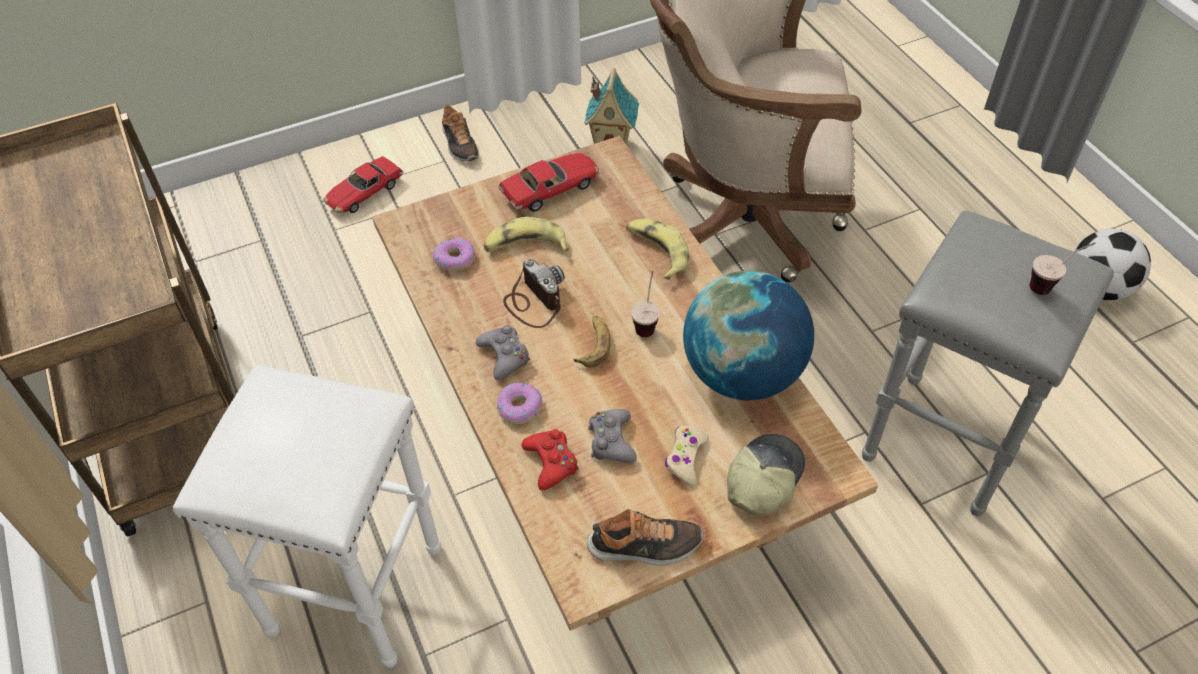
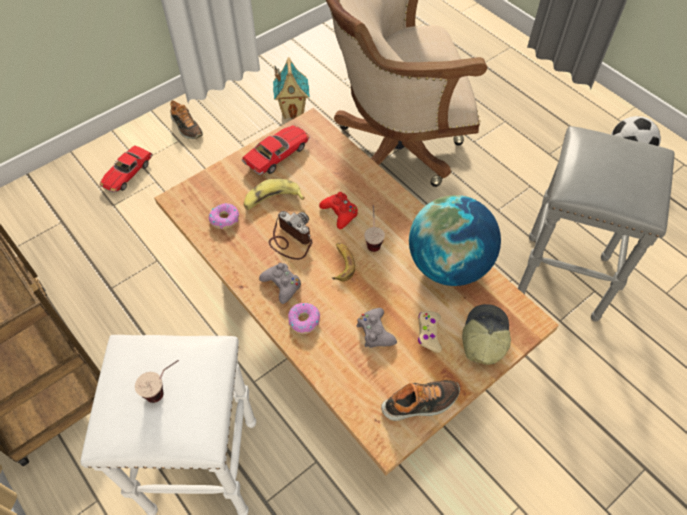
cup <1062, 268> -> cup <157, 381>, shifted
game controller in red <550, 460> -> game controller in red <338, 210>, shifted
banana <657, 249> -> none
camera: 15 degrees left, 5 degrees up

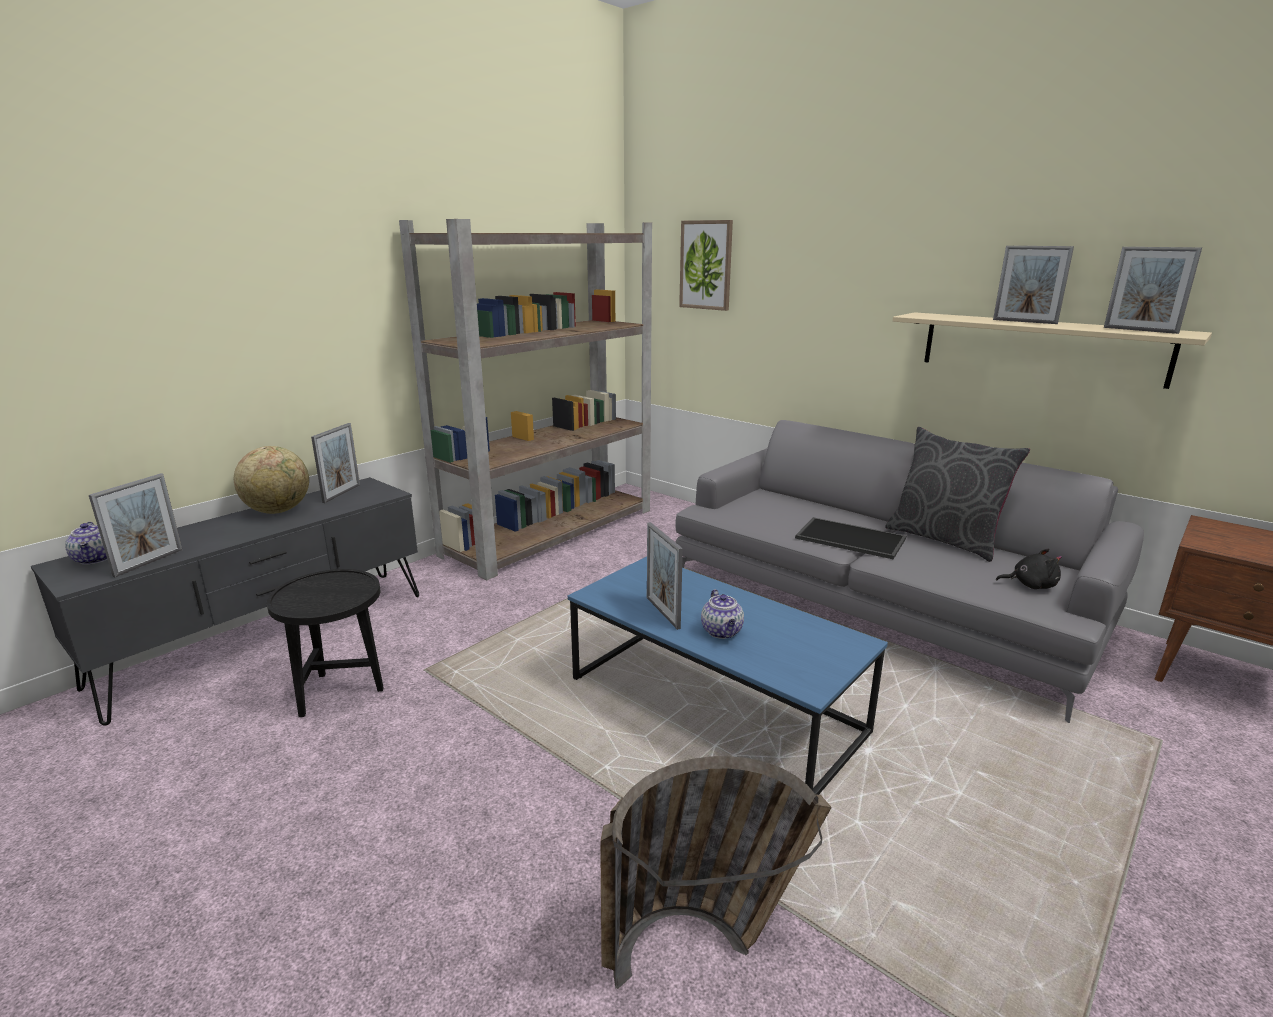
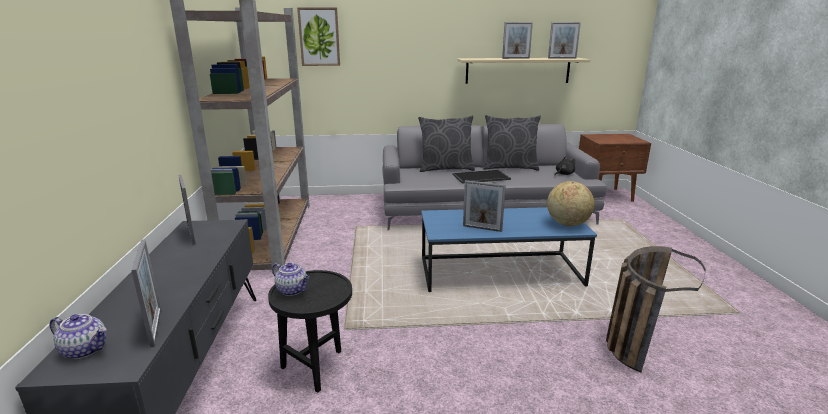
teapot <722, 614> -> teapot <291, 279>, shifted
none -> pillow in grey <446, 144>
globe <271, 480> -> globe <570, 203>, shifted
camera: 45 degrees left, 0 degrees up

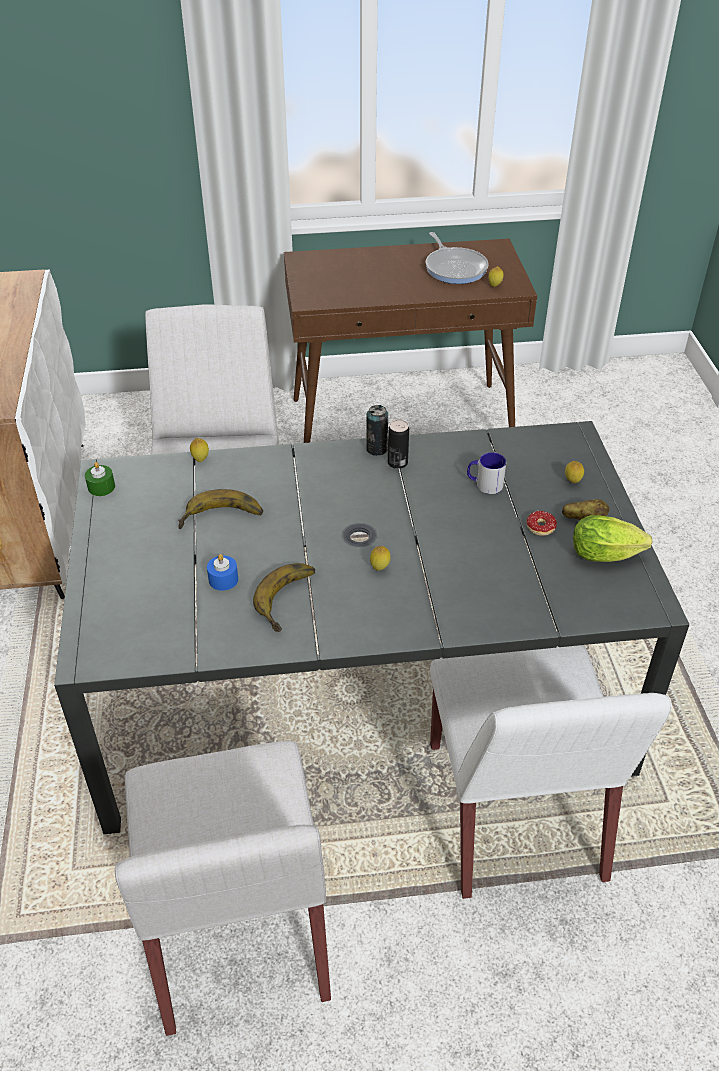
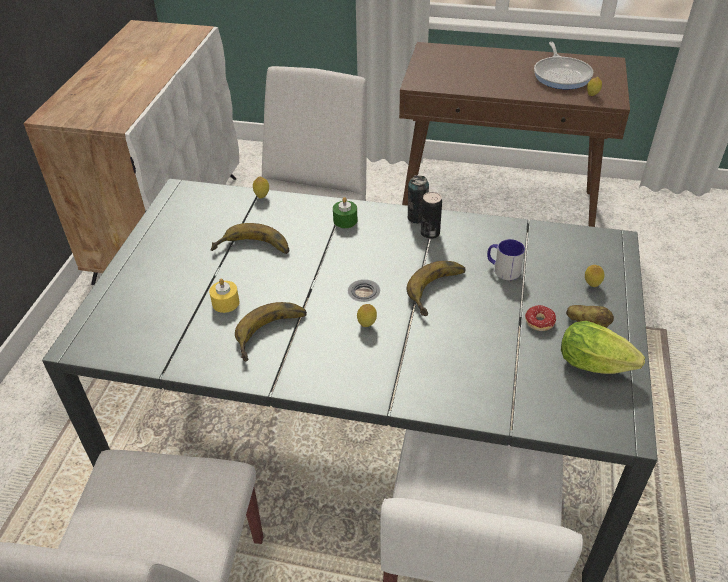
candle in blue <222, 572> -> candle in yellow <224, 296>
candle in green <100, 479> -> candle in green <345, 212>, shifted
none -> banana <436, 288>
camera: 20 degrees right, 0 degrees up

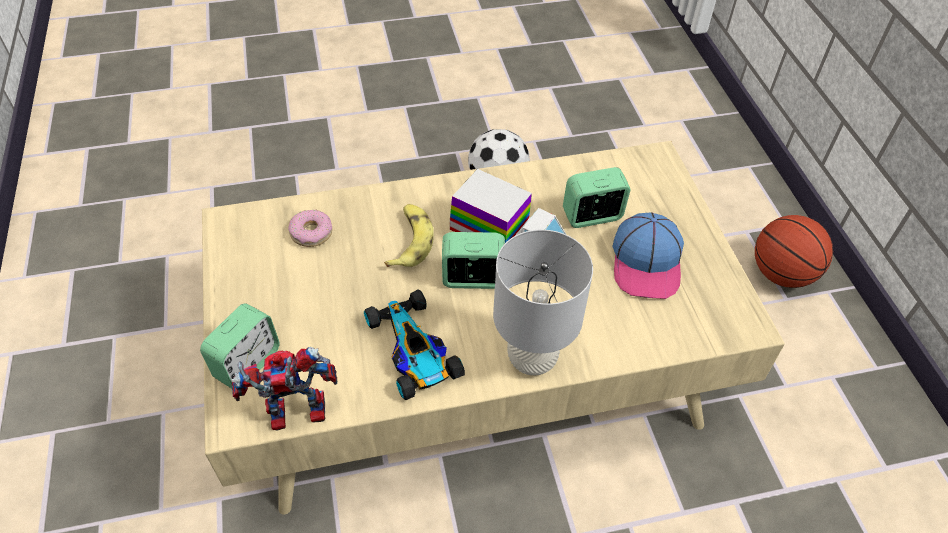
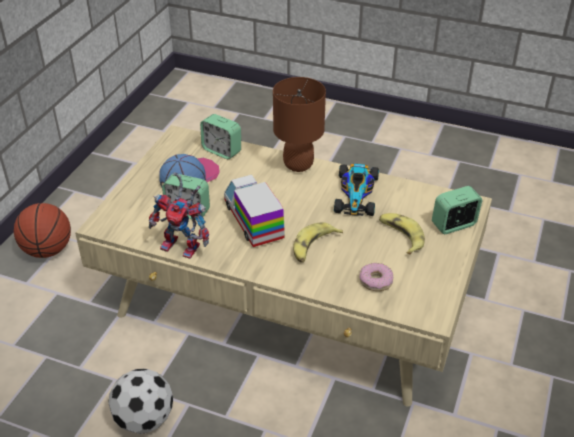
toy robot <284, 388> -> toy robot <179, 215>, shifted
alarm clock <473, 260> -> alarm clock <220, 136>, shifted
table lamp in grey <543, 303> -> table lamp in brown <299, 124>
none -> banana <402, 234>
camera: 145 degrees left, 10 degrees down

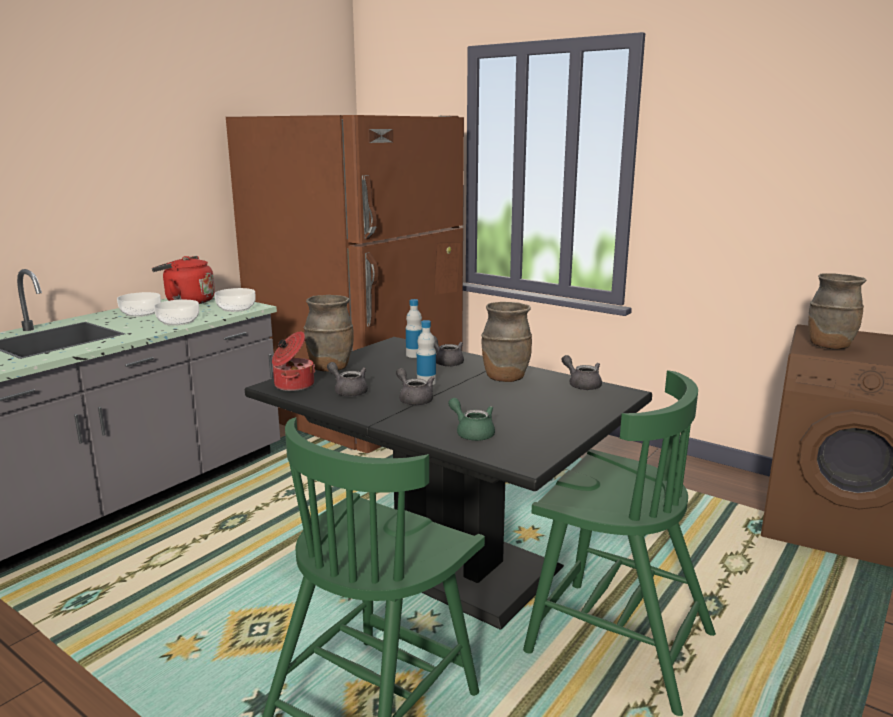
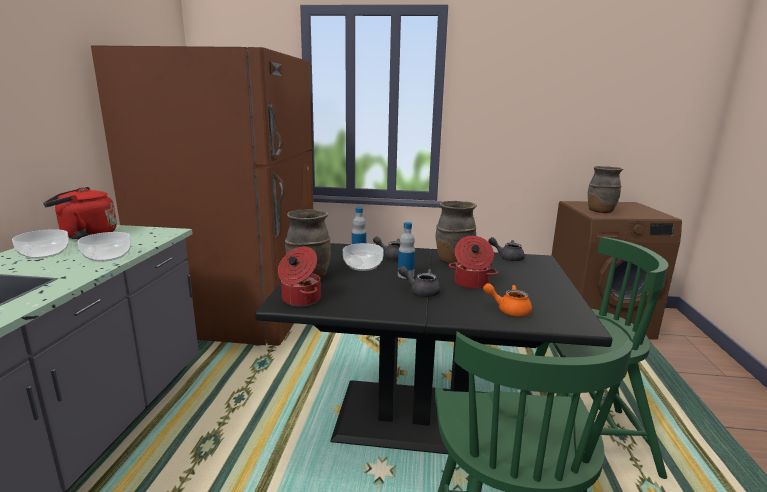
bowl <235, 300> -> bowl <363, 257>, shifted
none -> cooking pot <473, 262>
teapot in green <471, 419> -> teapot in orange <507, 299>
teapot in grey <347, 379> -> none
camera: 30 degrees left, 0 degrees up

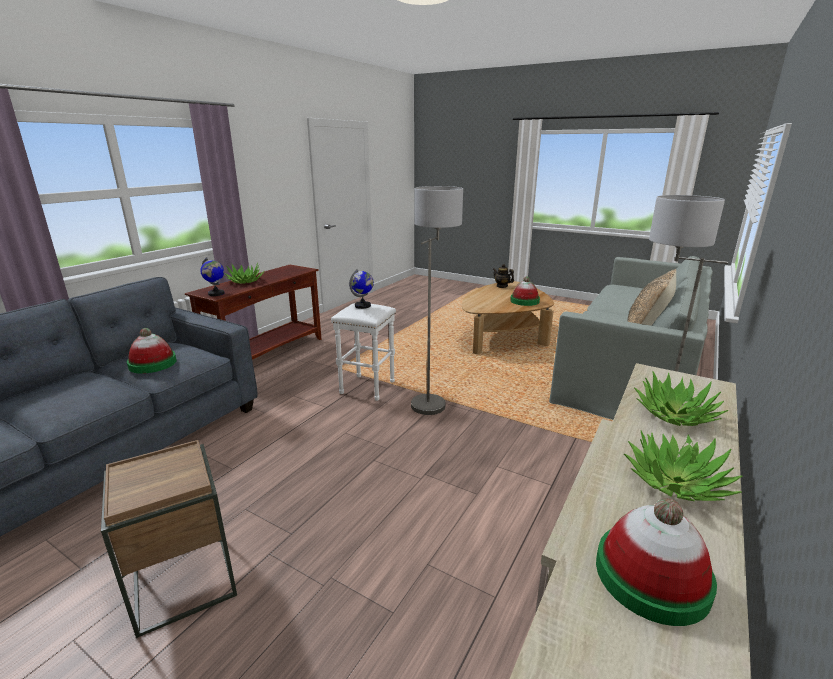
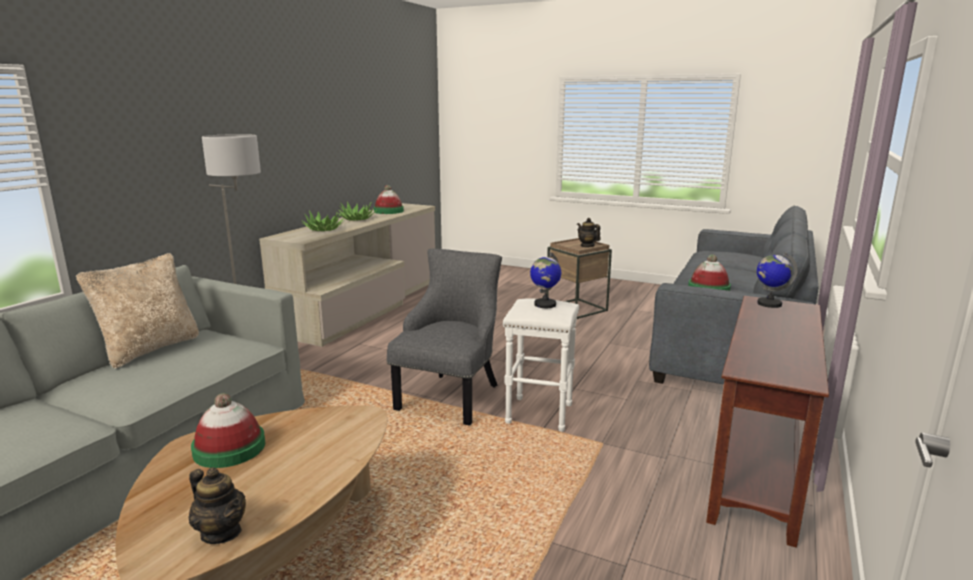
floor lamp in grey <437, 300> -> armchair in grey <444, 337>
none -> teapot <589, 232>
potted plant <244, 273> -> none
camera: 175 degrees right, 5 degrees down

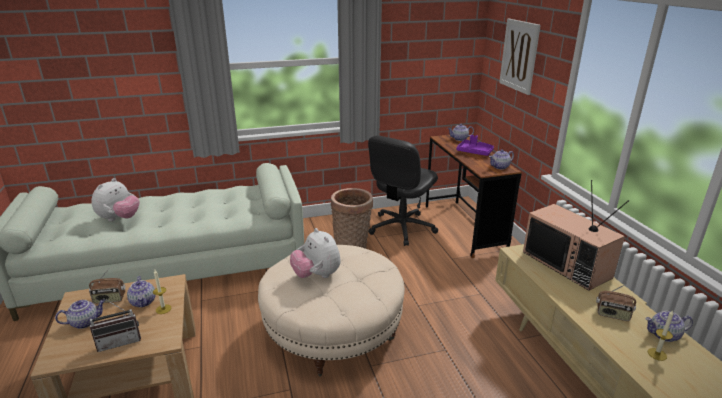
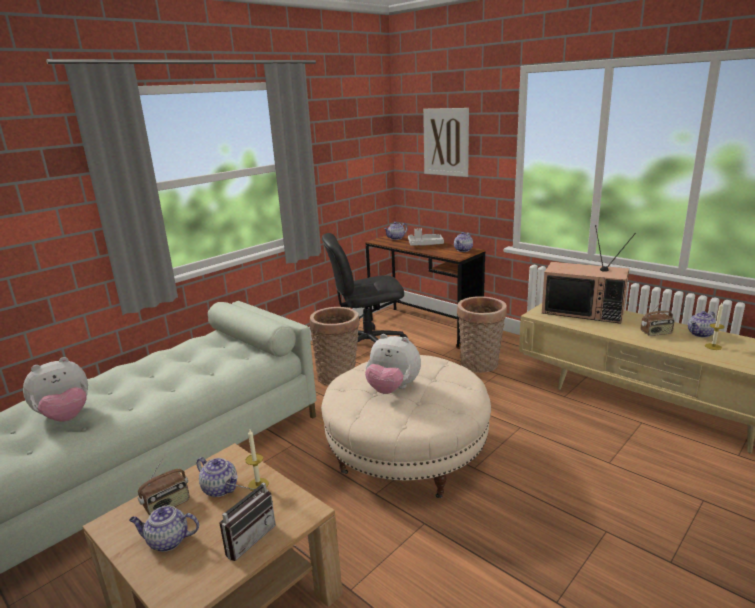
plush toy <115, 199> -> plush toy <55, 389>, 60 degrees clockwise
teapot <80, 314> -> teapot <164, 529>, 120 degrees counterclockwise
office chair in black <403, 191> -> office chair in black <365, 288>, 75 degrees clockwise
tray in purple <475, 145> -> tray in grey <426, 237>
none -> basket <482, 334>
camera: 30 degrees left, 5 degrees down

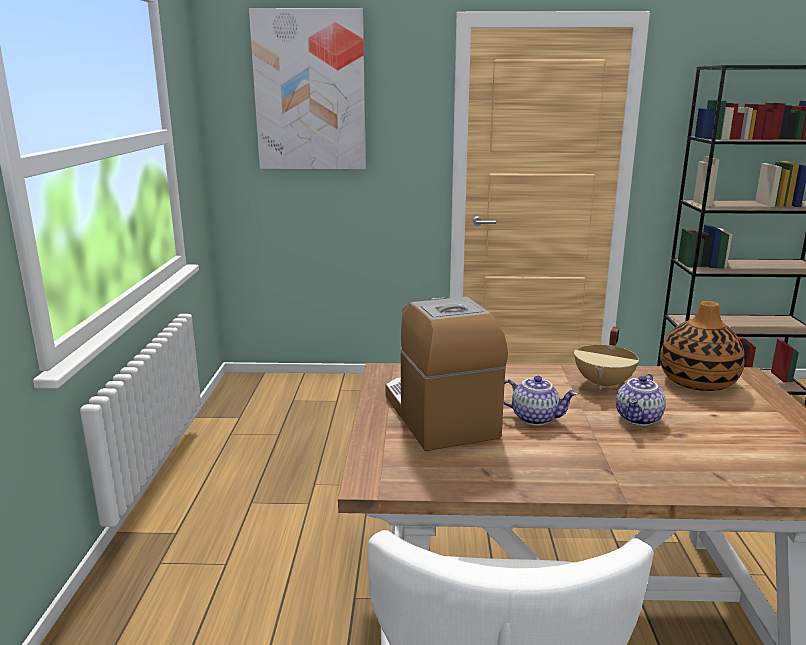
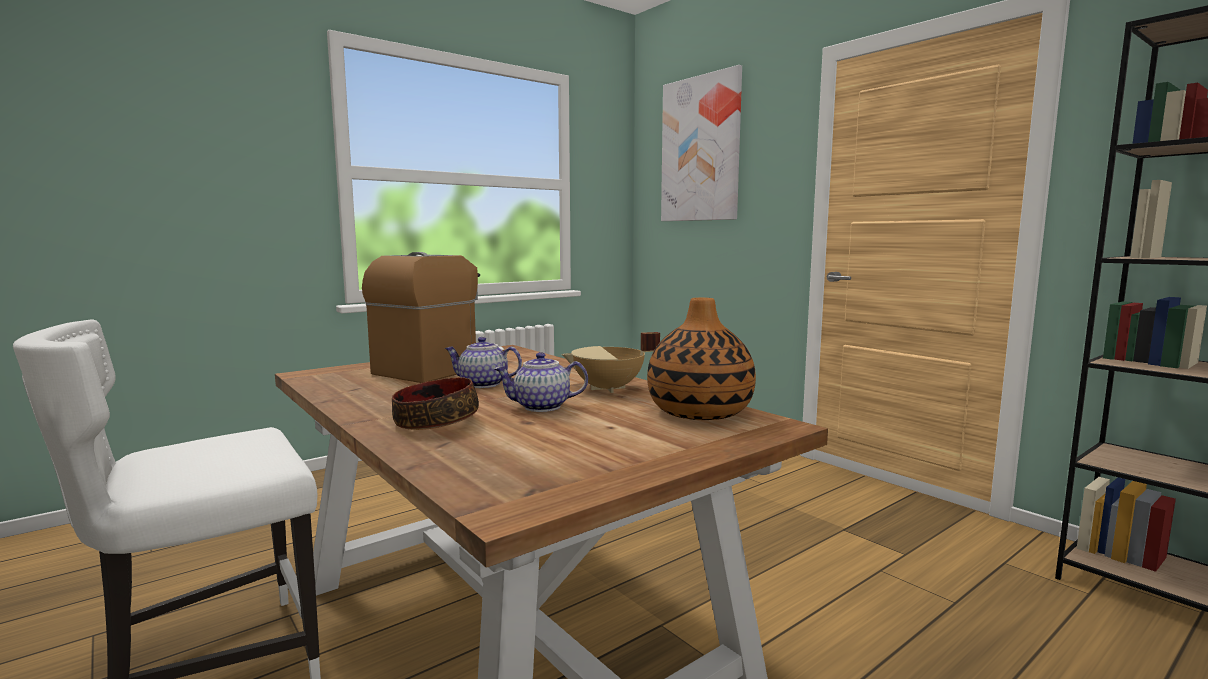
none -> bowl <435, 403>
teapot <540, 400> -> teapot <483, 362>, 120 degrees clockwise
camera: 50 degrees right, 10 degrees down

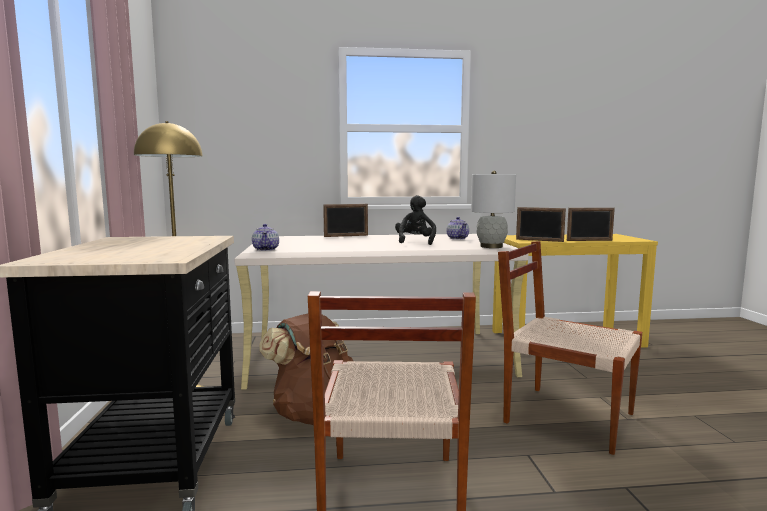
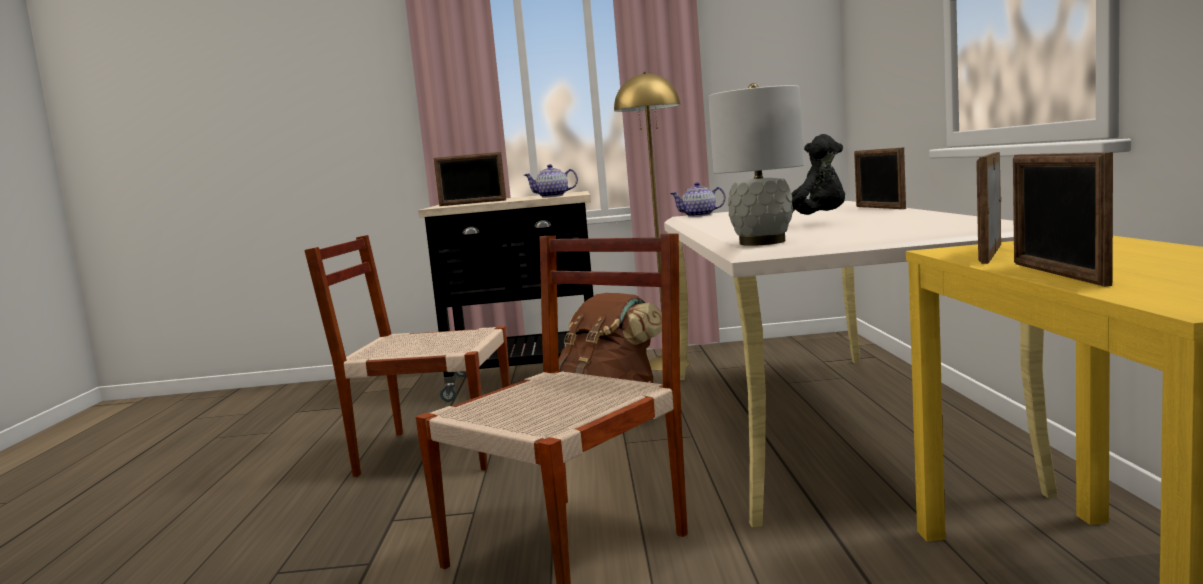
none -> picture frame <470, 179>
teapot <458, 228> -> teapot <551, 181>, shifted
camera: 95 degrees right, 0 degrees up

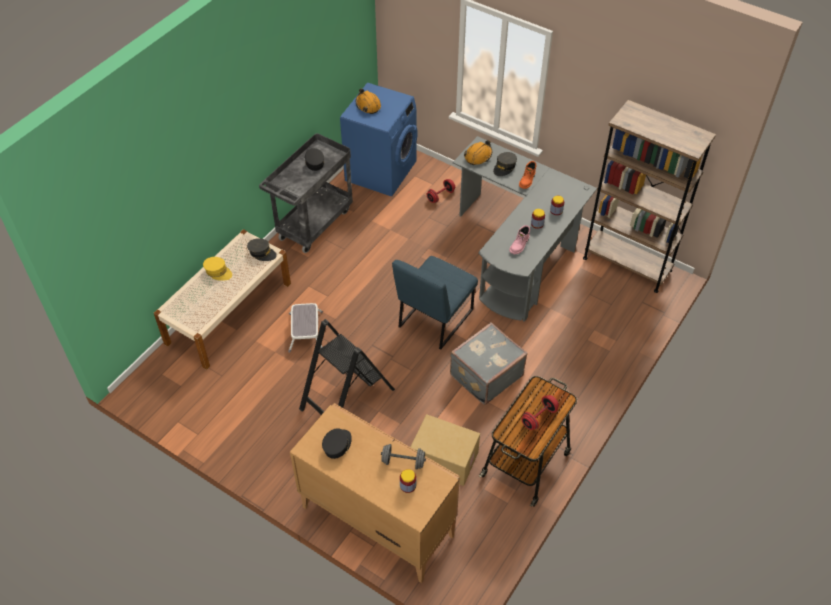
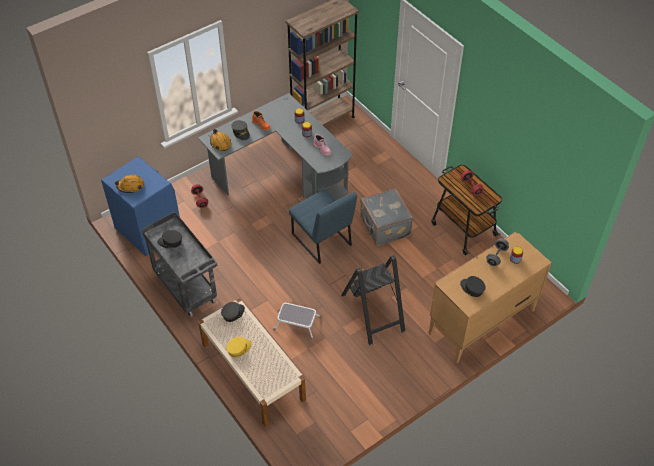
cardboard box <445, 450> -> none
camera: 70 degrees left, 0 degrees up

